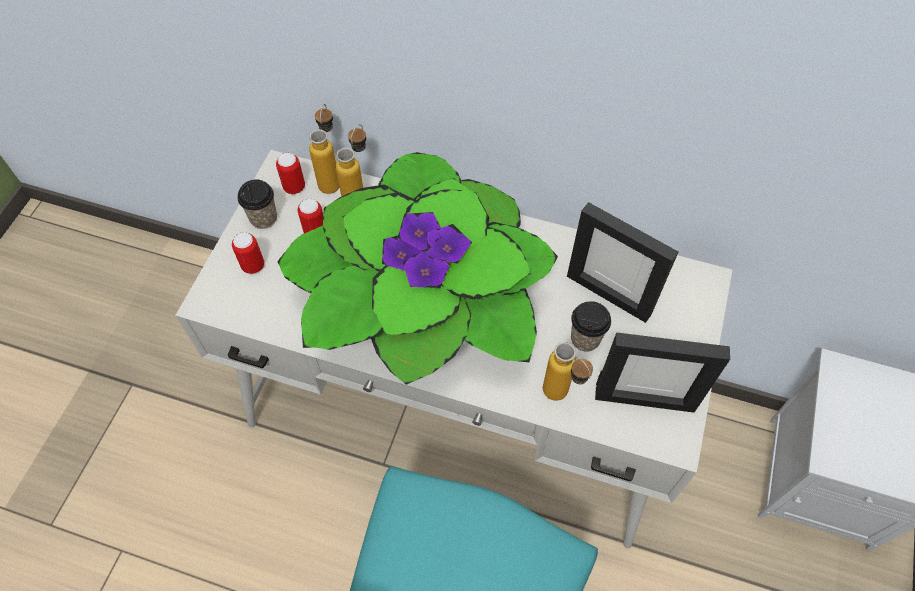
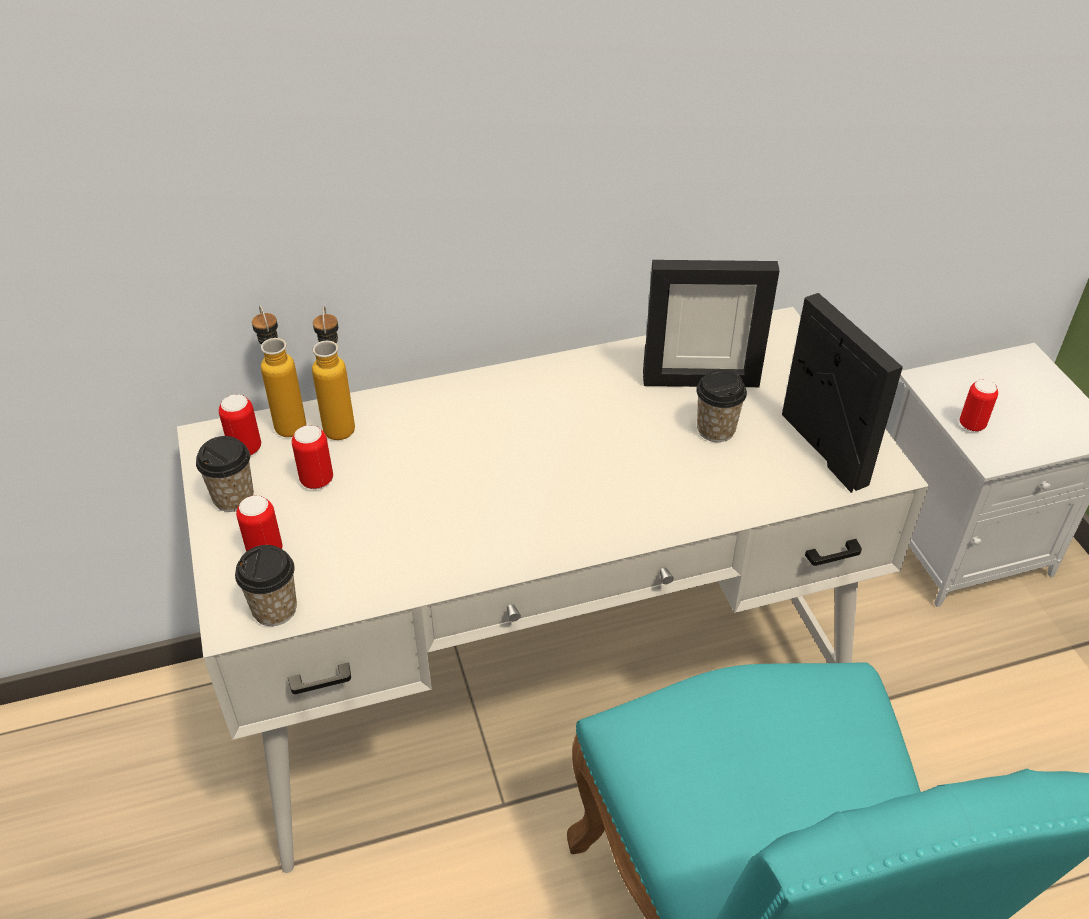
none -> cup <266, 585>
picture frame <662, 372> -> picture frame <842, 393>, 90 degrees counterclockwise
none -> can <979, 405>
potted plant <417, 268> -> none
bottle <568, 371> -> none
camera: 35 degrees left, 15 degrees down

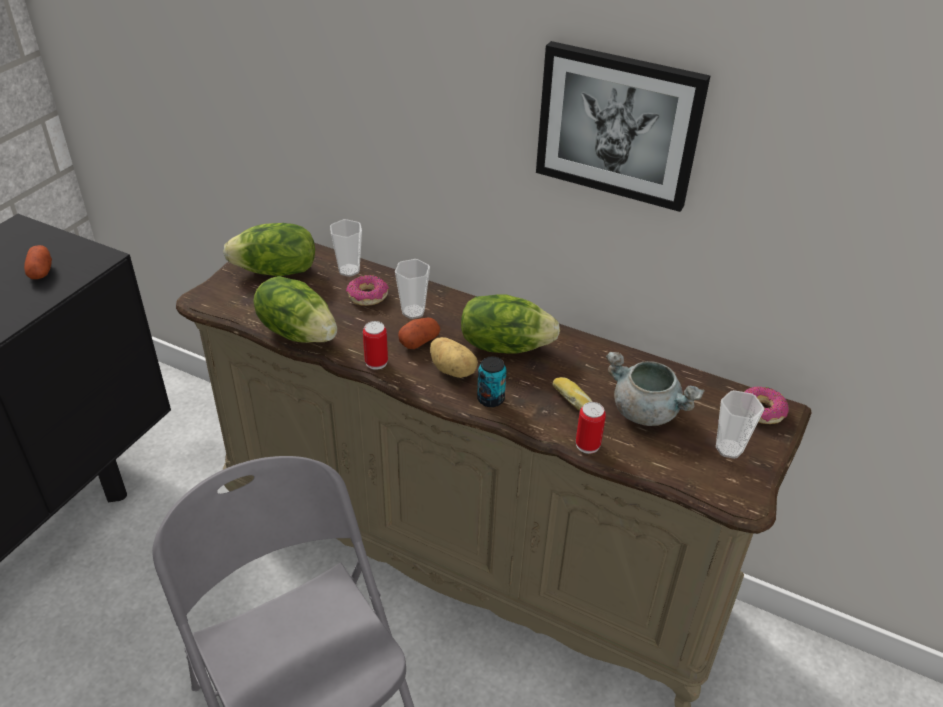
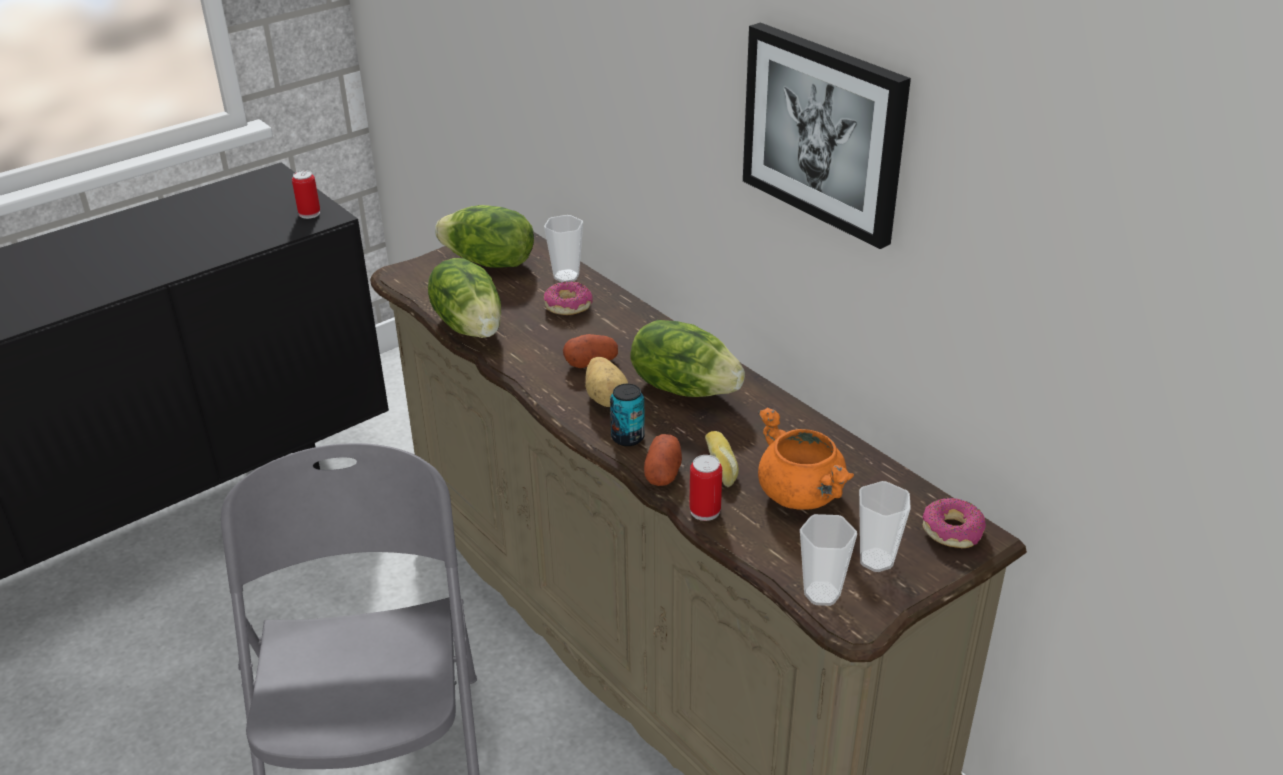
can <375, 345> -> can <306, 194>, shifted
potato <38, 262> -> potato <663, 460>, shifted
cooking pot in grey <655, 389> -> cooking pot in orange <806, 459>
cup <412, 289> -> cup <828, 560>, shifted
camera: 25 degrees right, 5 degrees down

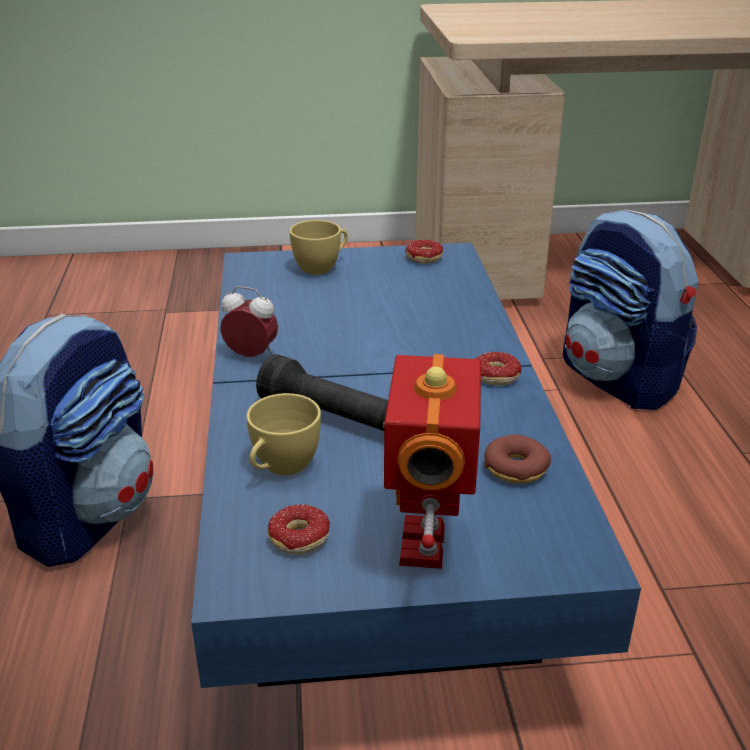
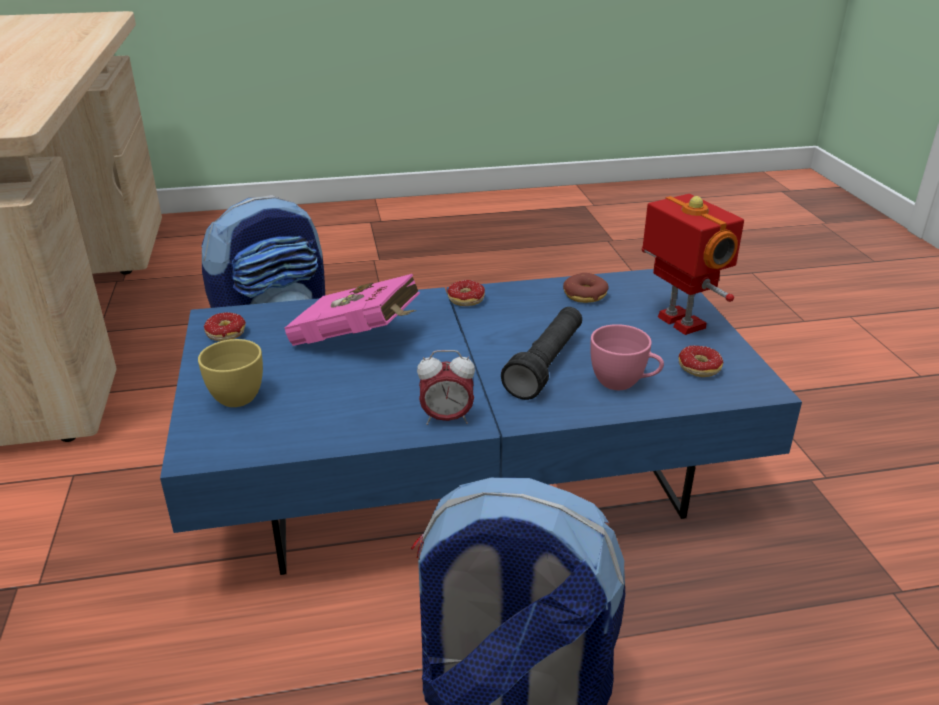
none -> book in pink <352, 310>
alarm clock <249, 321> -> alarm clock <446, 387>, 105 degrees counterclockwise
cup in yellow <283, 434> -> cup in pink <627, 357>
toy robot <432, 461> -> toy robot <692, 264>, 120 degrees counterclockwise
camera: 95 degrees left, 0 degrees up

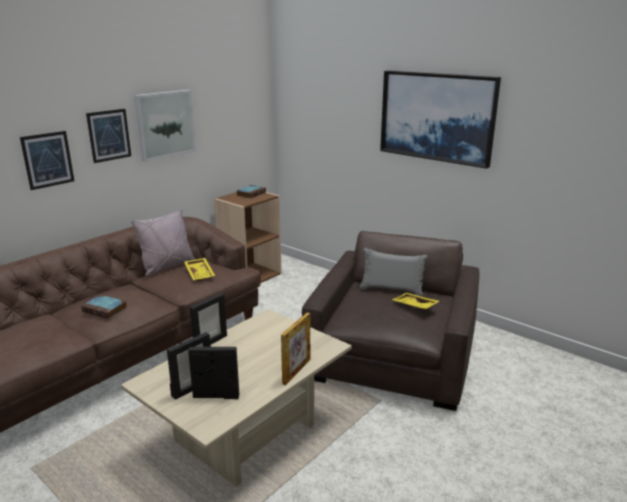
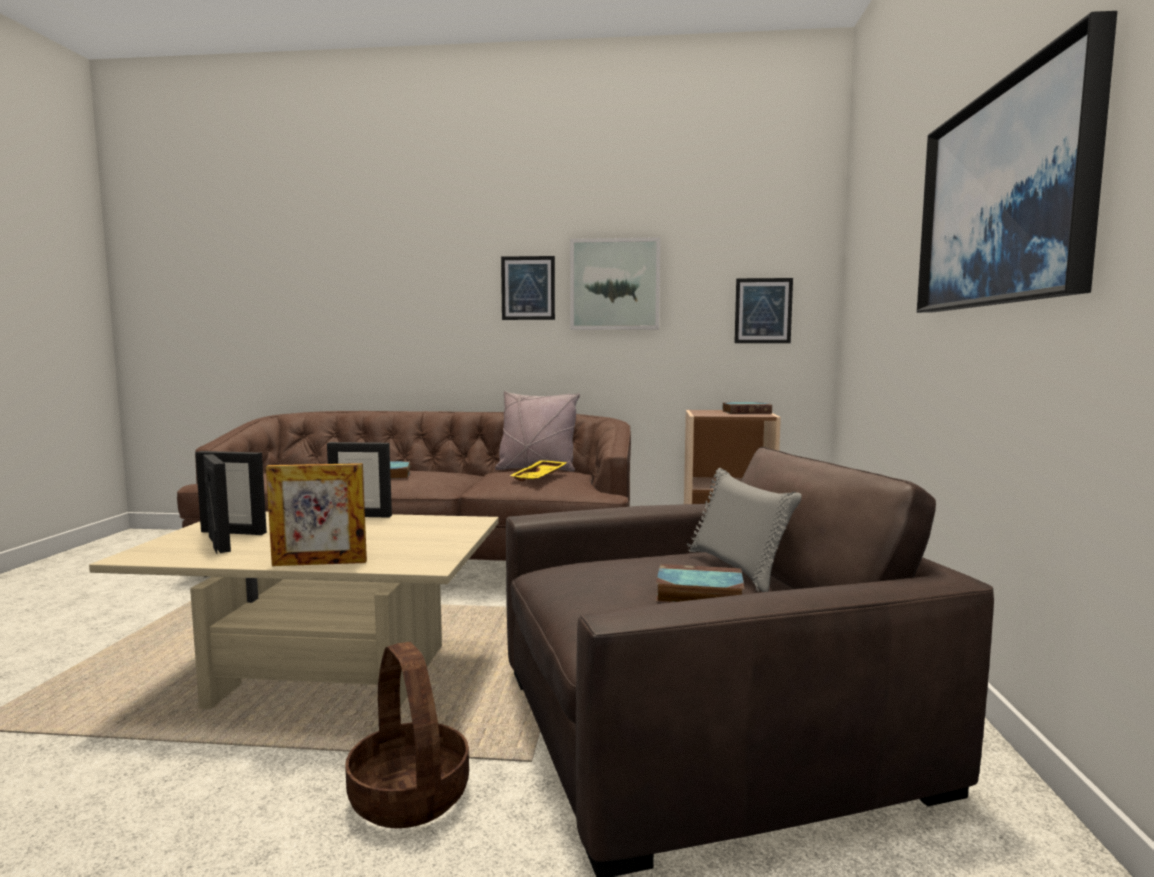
none -> basket <407, 735>
tray in yellow <415, 301> -> book <700, 583>
picture <47, 160> -> picture <763, 310>, shifted
camera: 55 degrees right, 15 degrees down

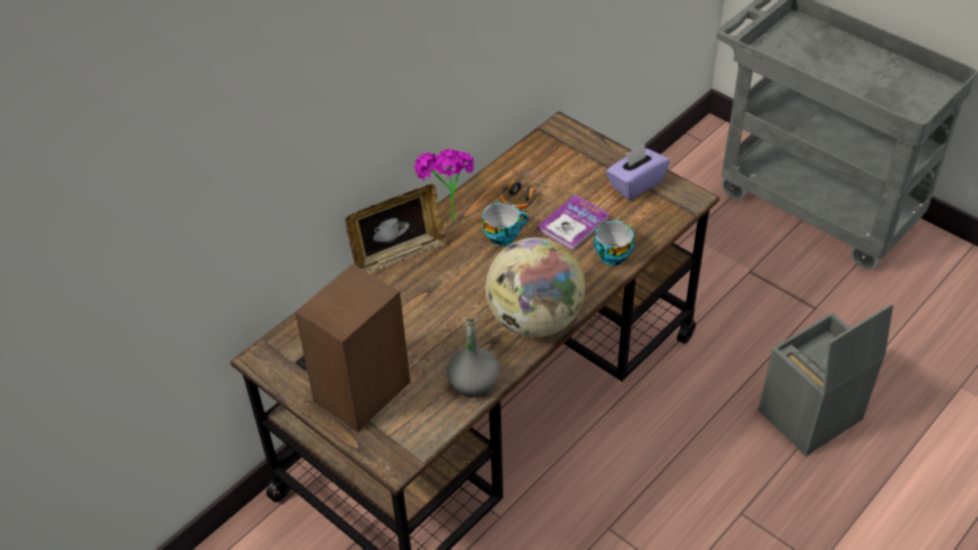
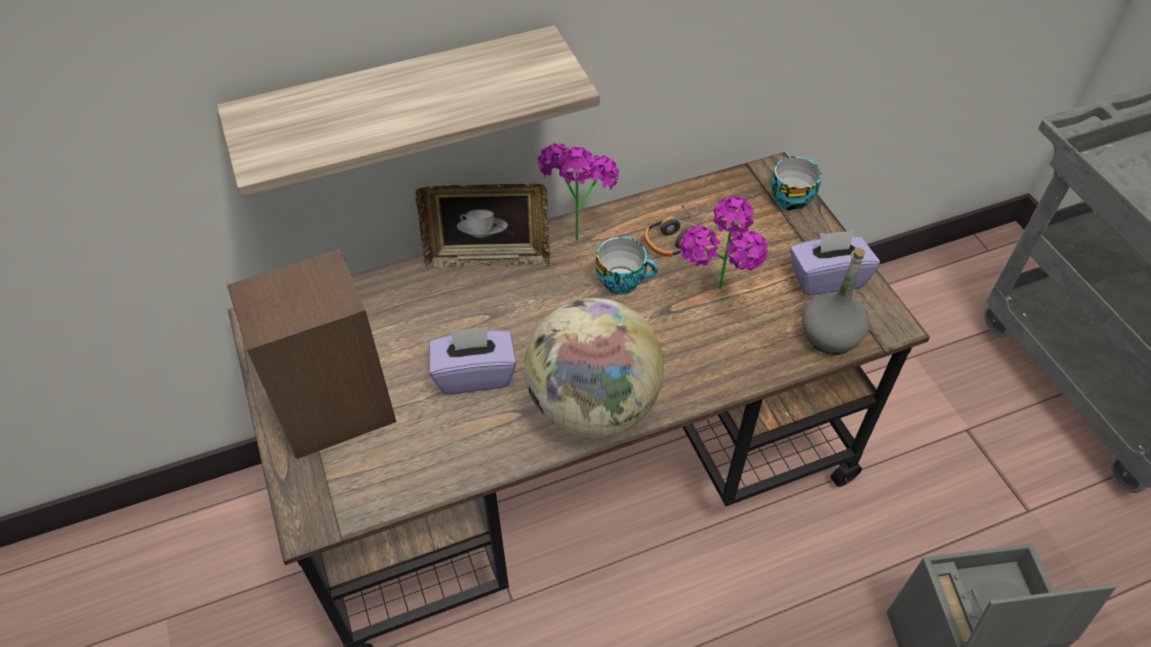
none -> shelf <408, 111>
none -> tissue box in purple <472, 361>
book <573, 222> -> potted plant <724, 242>
cup <614, 243> -> cup <796, 183>, shifted
bottle in grey <473, 355> -> bottle in grey <836, 300>, shifted
camera: 25 degrees right, 5 degrees up

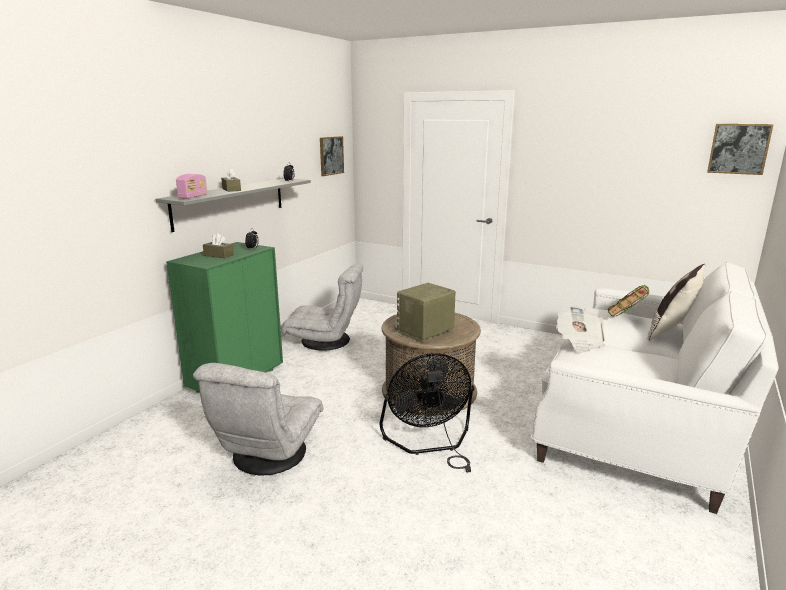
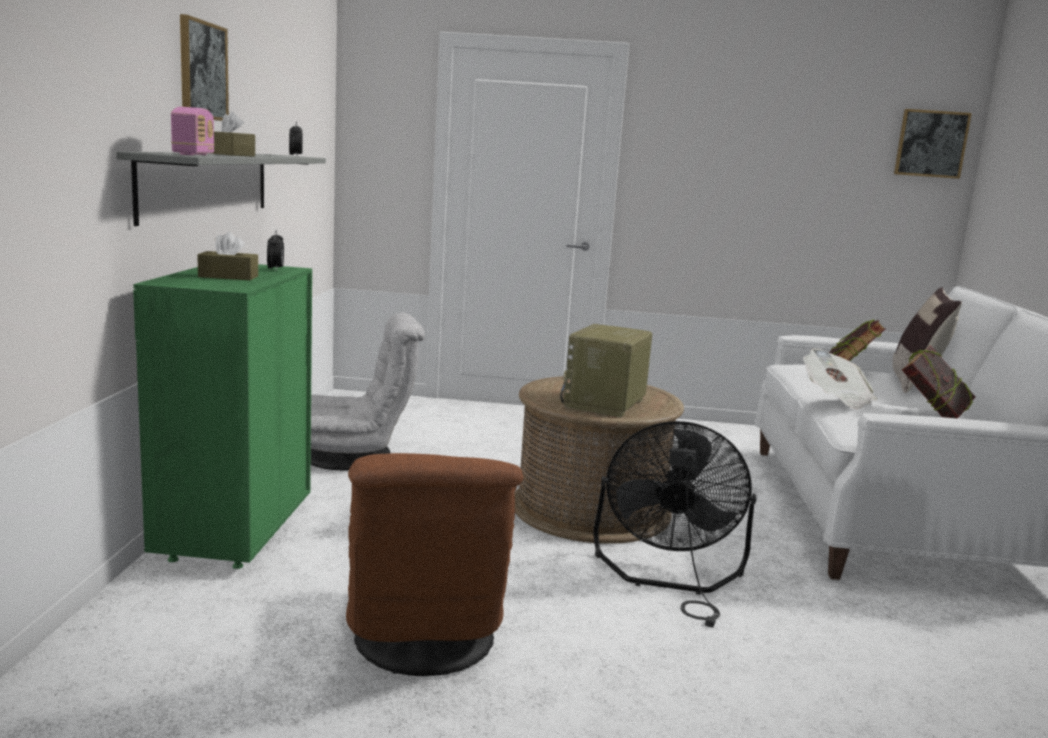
picture <332, 156> -> picture <204, 67>, shifted
armchair in grey <258, 419> -> armchair in brown <434, 564>
fan in black <427, 413> -> fan in black <675, 524>, 45 degrees clockwise
none -> book <938, 381>
camera: 25 degrees left, 5 degrees down

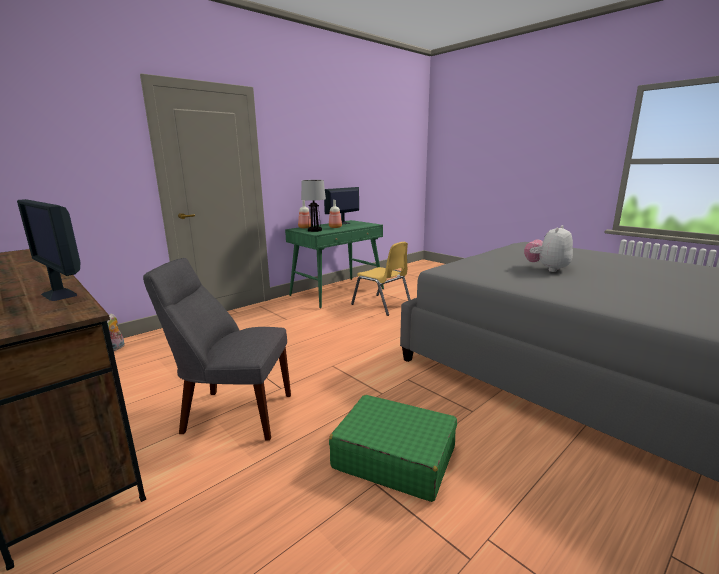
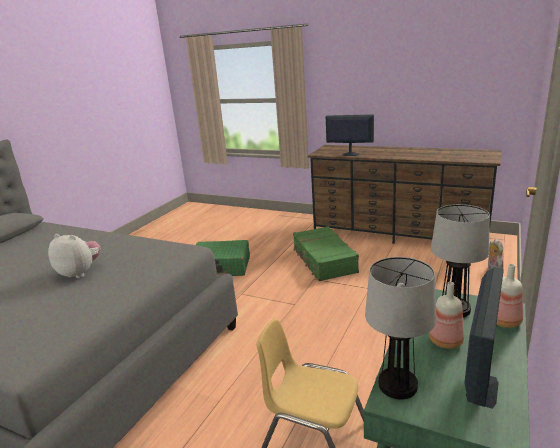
plush toy <548, 248> -> plush toy <74, 256>, 90 degrees counterclockwise
chair in grey <217, 349> -> suitcase in green <326, 253>
none -> table lamp <400, 328>
camera: 160 degrees right, 5 degrees up

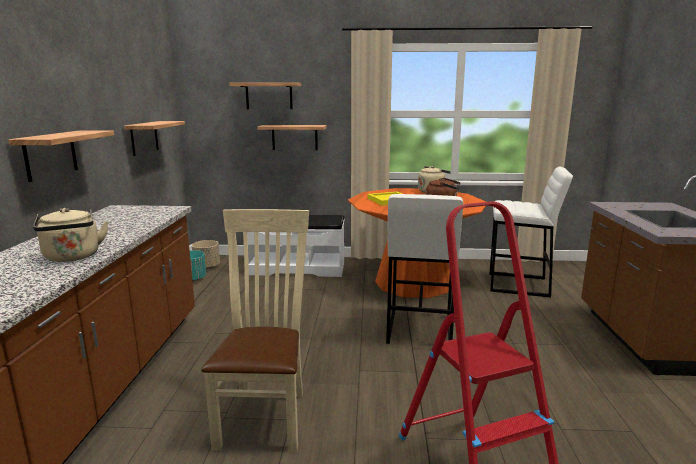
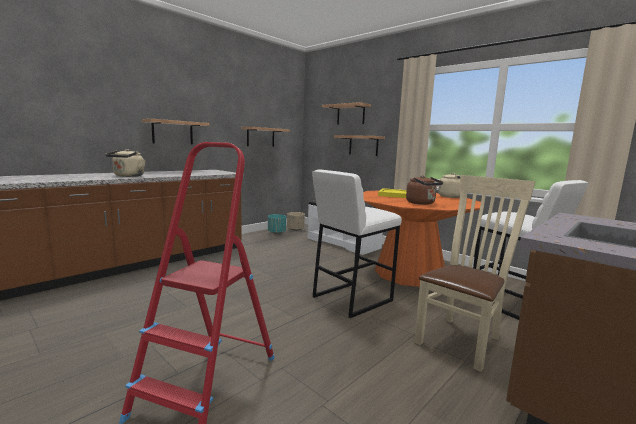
chair in beige <255, 330> -> chair in beige <475, 273>, shifted
camera: 40 degrees right, 5 degrees down

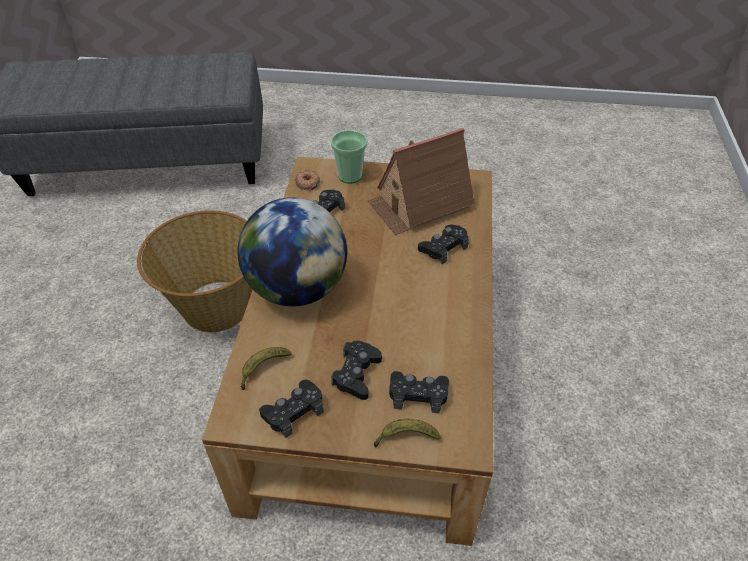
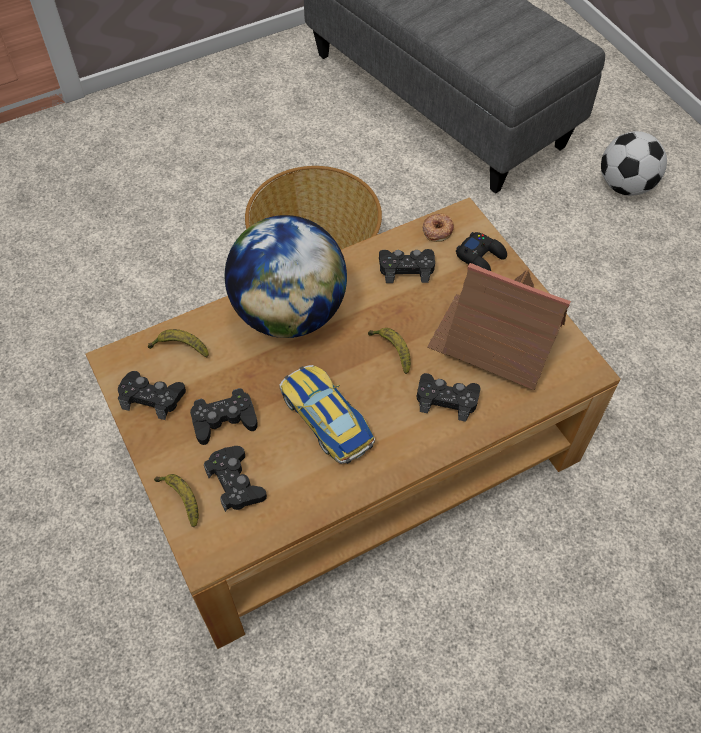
none -> toy car <327, 414>
none -> banana <389, 351>
cup <349, 157> -> game controller in black <481, 251>
none -> football <634, 163>
camera: 55 degrees right, 10 degrees up

